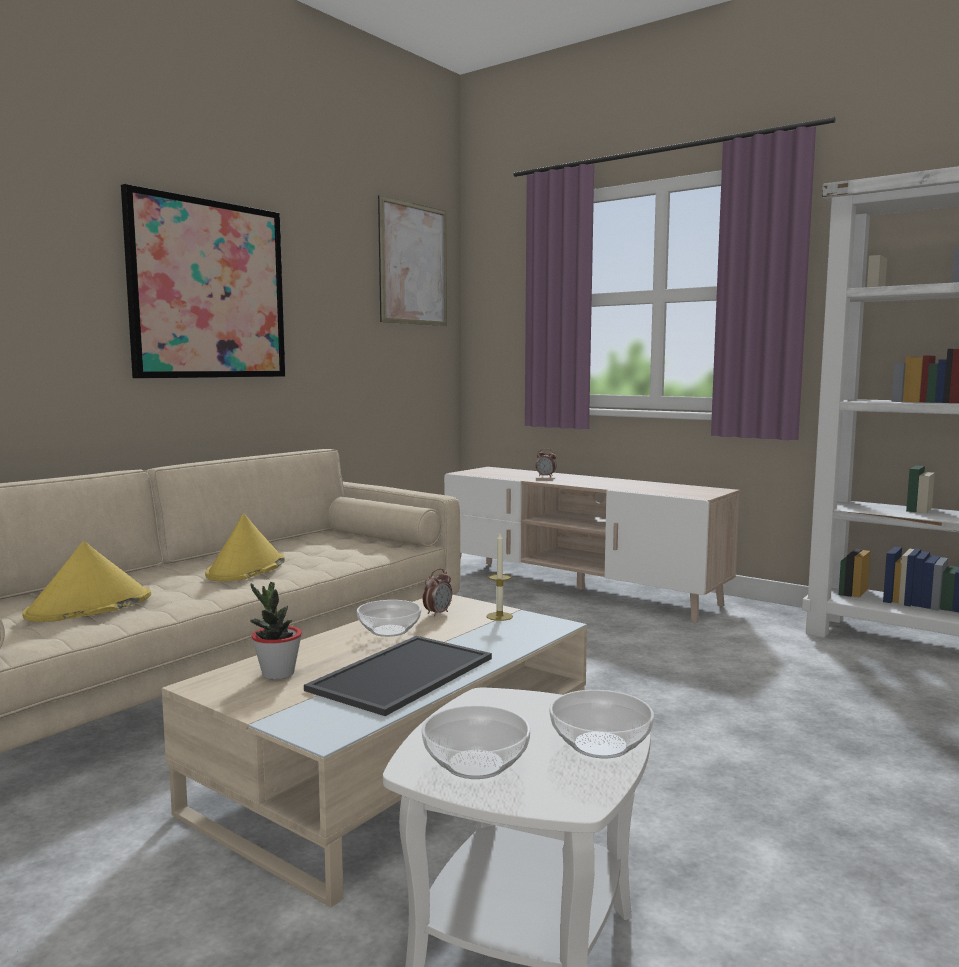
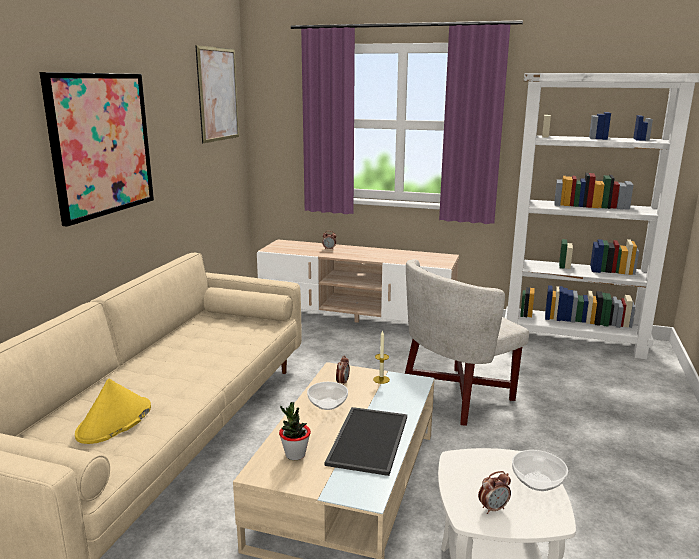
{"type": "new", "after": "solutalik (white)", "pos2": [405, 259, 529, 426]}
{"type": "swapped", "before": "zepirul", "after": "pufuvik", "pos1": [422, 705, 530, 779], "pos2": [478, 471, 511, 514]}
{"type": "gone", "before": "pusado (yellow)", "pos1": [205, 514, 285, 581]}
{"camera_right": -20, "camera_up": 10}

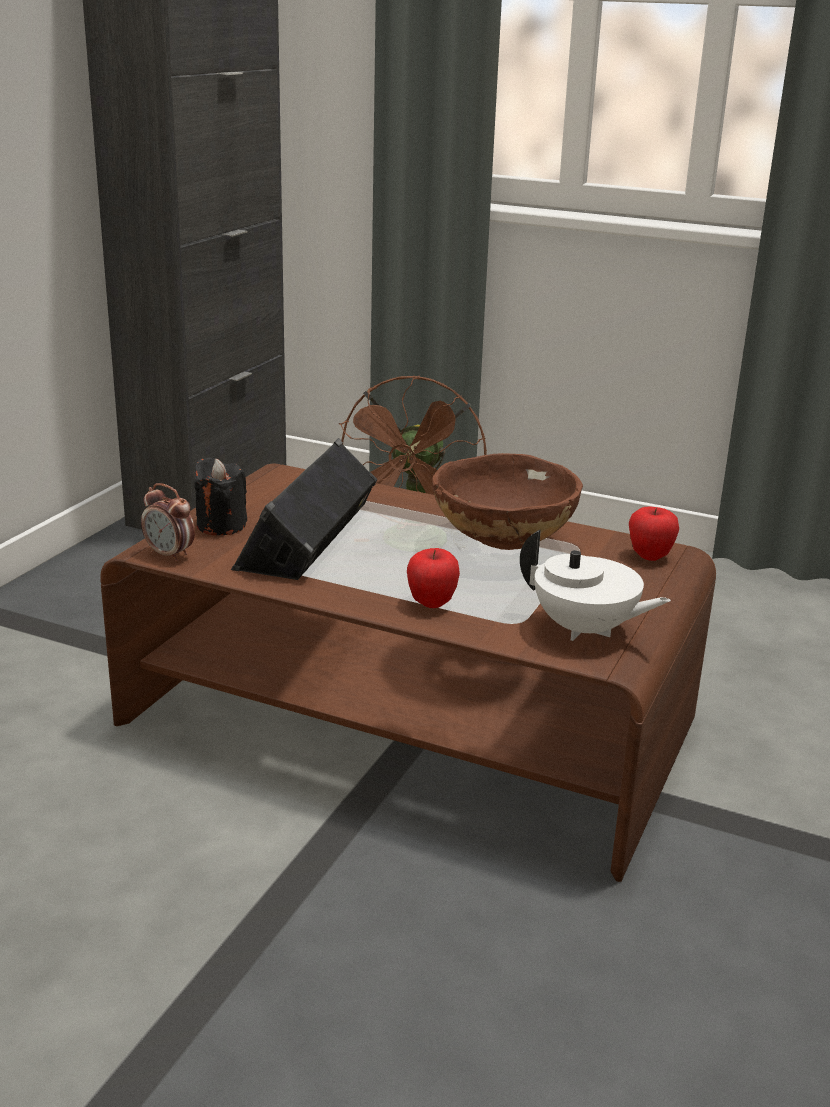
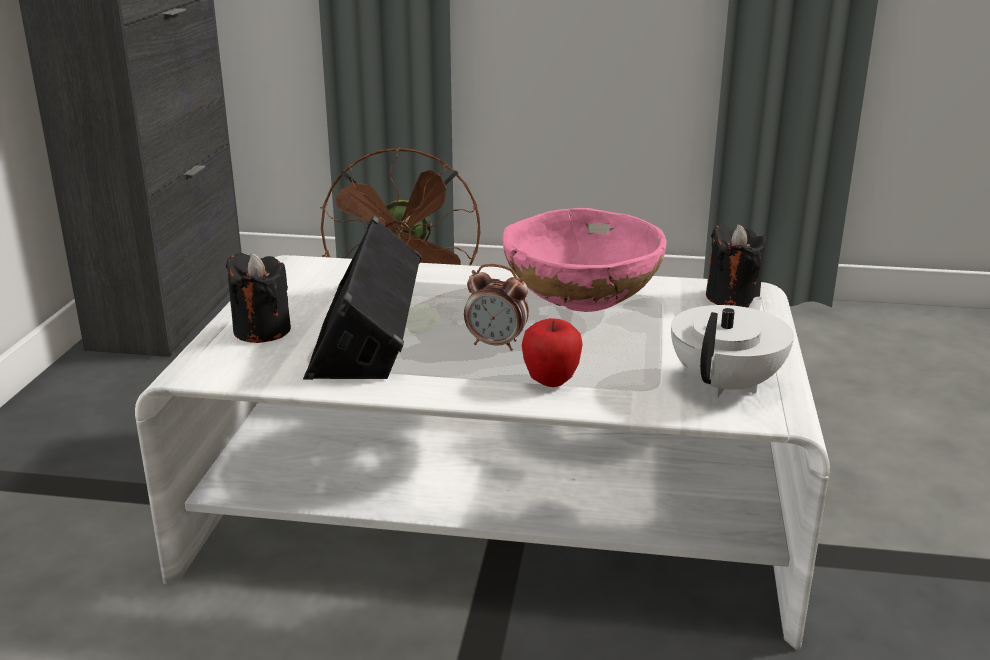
{"type": "repainted", "before": "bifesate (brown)", "after": "bifesate (white)", "pos1": [100, 464, 716, 882], "pos2": [135, 255, 830, 650]}
{"type": "shifted", "before": "pufuvik", "pos1": [141, 483, 195, 562], "pos2": [464, 264, 529, 351]}
{"type": "repainted", "before": "zepirul (brown)", "after": "zepirul (pink)", "pos1": [432, 453, 583, 550], "pos2": [502, 208, 667, 312]}
{"type": "rotated", "before": "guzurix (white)", "pos1": [520, 529, 671, 641], "pos2": [671, 297, 794, 397], "turn": -75}
{"type": "swapped", "before": "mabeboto", "after": "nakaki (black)", "pos1": [629, 507, 679, 561], "pos2": [706, 224, 766, 307]}
{"camera_right": -15, "camera_up": 0}

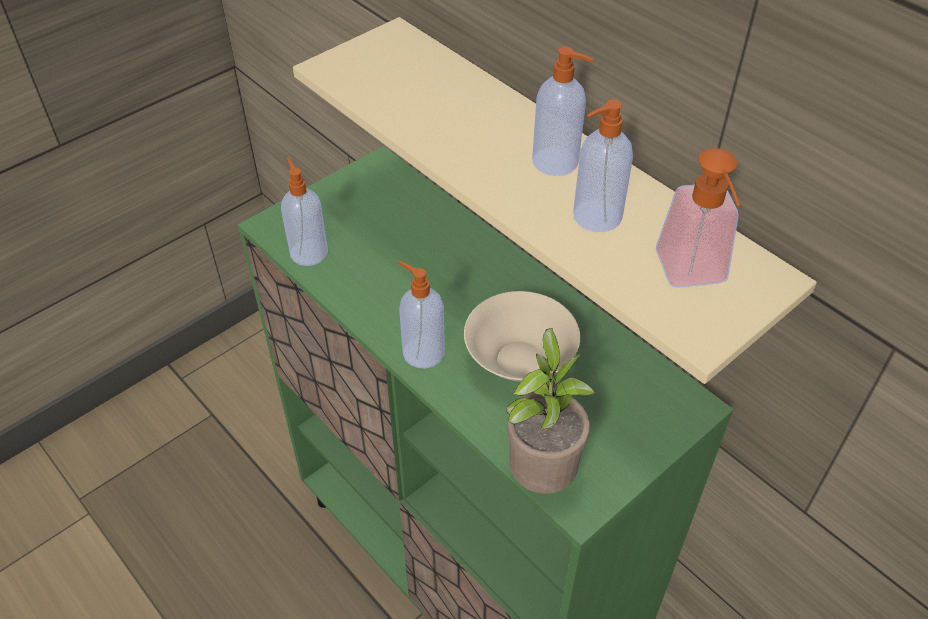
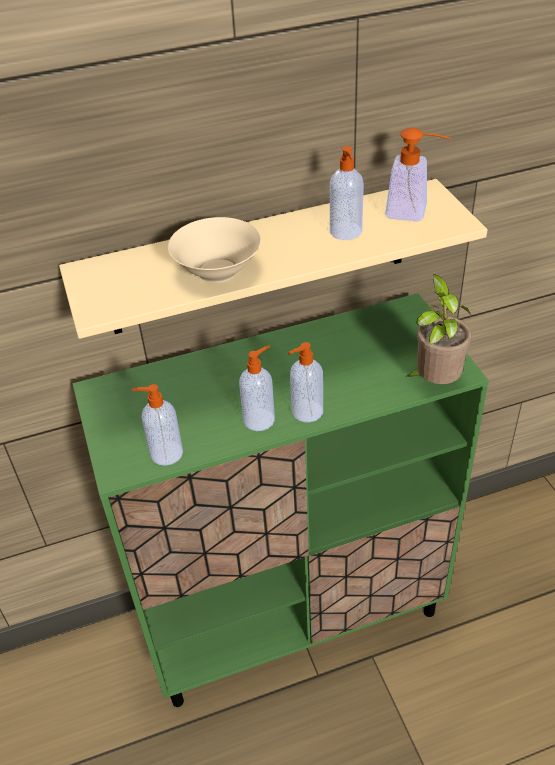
{"type": "shifted", "before": "zepirul (beige)", "pos1": [464, 291, 580, 382], "pos2": [168, 217, 261, 283]}
{"type": "shifted", "before": "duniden", "pos1": [532, 47, 594, 176], "pos2": [239, 345, 275, 431]}
{"camera_right": -65, "camera_up": -5}

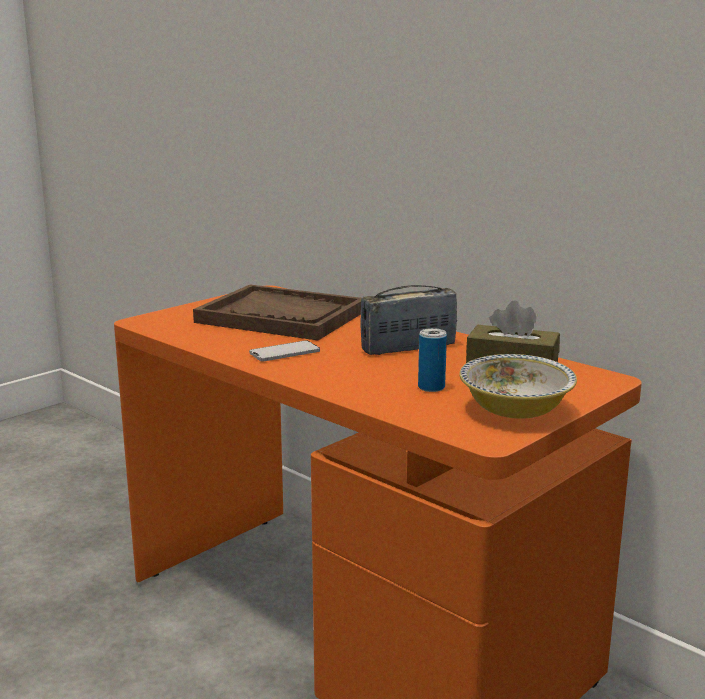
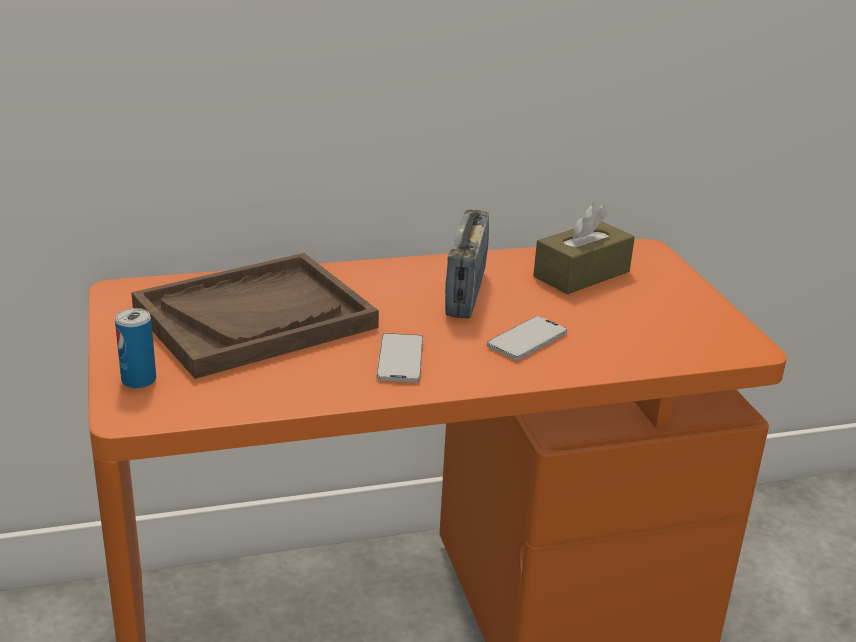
{"type": "shifted", "before": "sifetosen", "pos1": [418, 328, 447, 392], "pos2": [115, 308, 156, 389]}
{"type": "new", "after": "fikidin", "pos2": [487, 316, 567, 360]}
{"type": "gone", "before": "zepirul", "pos1": [459, 354, 577, 419]}
{"camera_right": -60, "camera_up": 10}

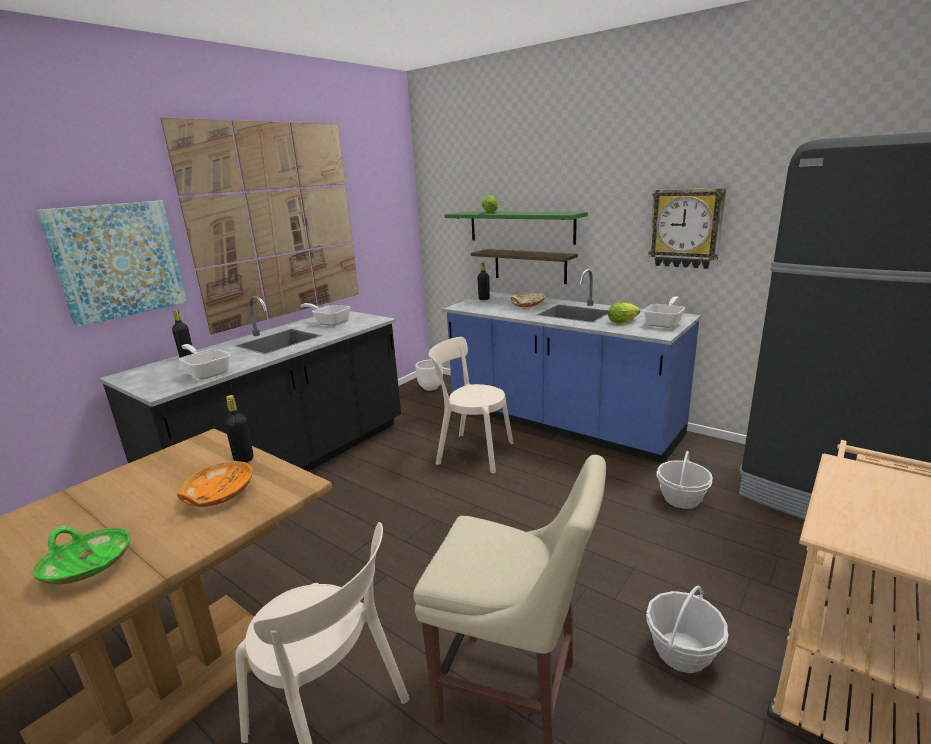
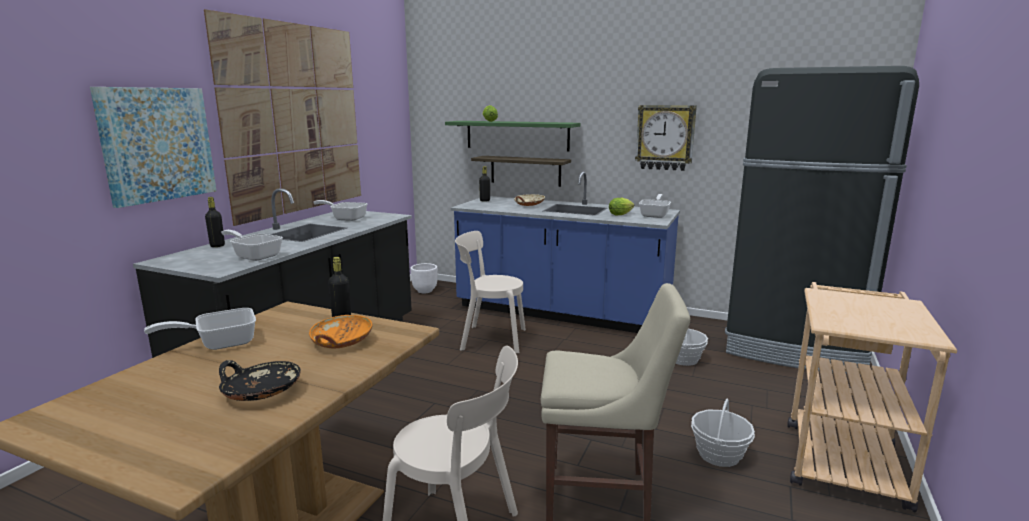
{"type": "new", "after": "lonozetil", "pos2": [144, 308, 256, 350]}
{"type": "repainted", "before": "zepirul (green)", "after": "zepirul (black)", "pos1": [32, 526, 130, 584], "pos2": [219, 360, 301, 401]}
{"camera_right": -15, "camera_up": -5}

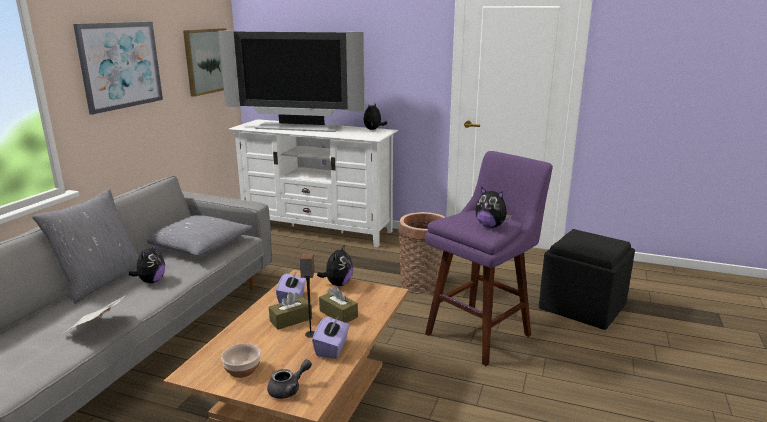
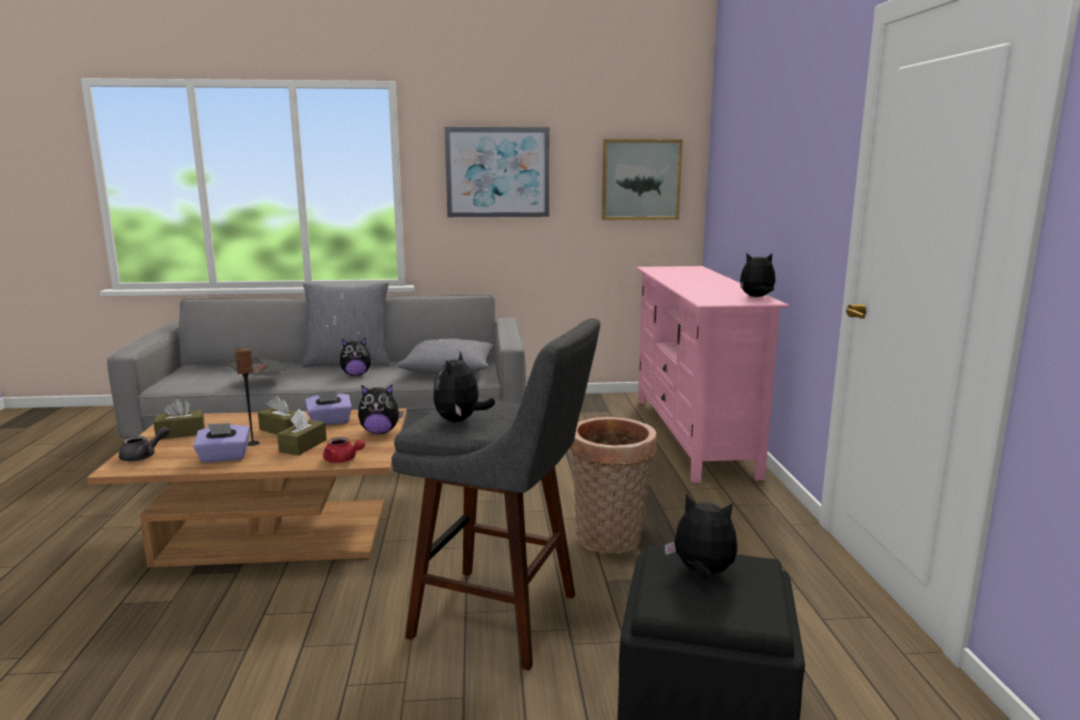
{"type": "rotated", "before": "guzurix (grey)", "pos1": [267, 359, 312, 399], "pos2": [119, 426, 170, 461], "turn": -75}
{"type": "swapped", "before": "zepirul", "after": "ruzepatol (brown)", "pos1": [221, 343, 261, 378], "pos2": [154, 399, 205, 440]}
{"type": "new", "after": "guzurix (red)", "pos2": [323, 437, 365, 463]}
{"type": "repainted", "before": "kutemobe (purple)", "after": "kutemobe (grey)", "pos1": [425, 151, 553, 366], "pos2": [392, 318, 600, 671]}
{"type": "repainted", "before": "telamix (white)", "after": "telamix (pink)", "pos1": [229, 119, 398, 247], "pos2": [636, 266, 789, 483]}
{"type": "new", "after": "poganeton", "pos2": [664, 493, 737, 579]}
{"type": "gone", "before": "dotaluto", "pos1": [218, 30, 365, 132]}
{"camera_right": 65, "camera_up": -5}

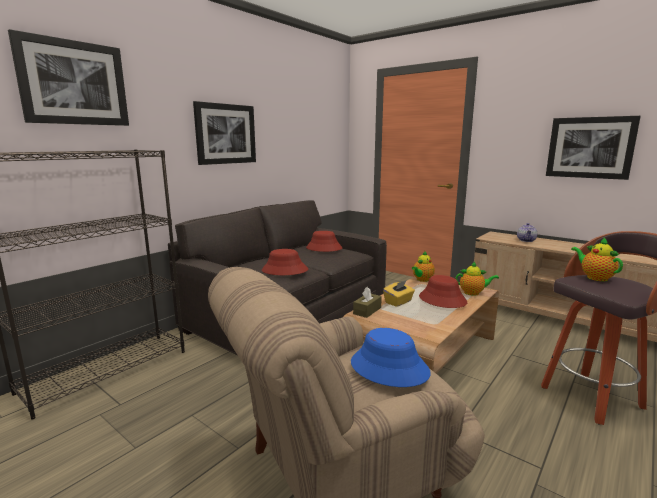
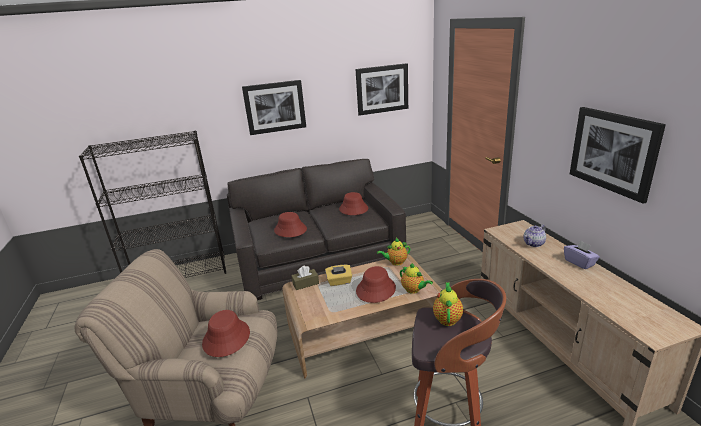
{"type": "repainted", "before": "pusado (blue)", "after": "pusado (red)", "pos1": [351, 328, 431, 387], "pos2": [202, 310, 250, 357]}
{"type": "shifted", "before": "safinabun", "pos1": [8, 29, 129, 126], "pos2": [355, 63, 408, 116]}
{"type": "new", "after": "ruzepatol (purple)", "pos2": [564, 240, 600, 269]}
{"camera_right": 35, "camera_up": 10}

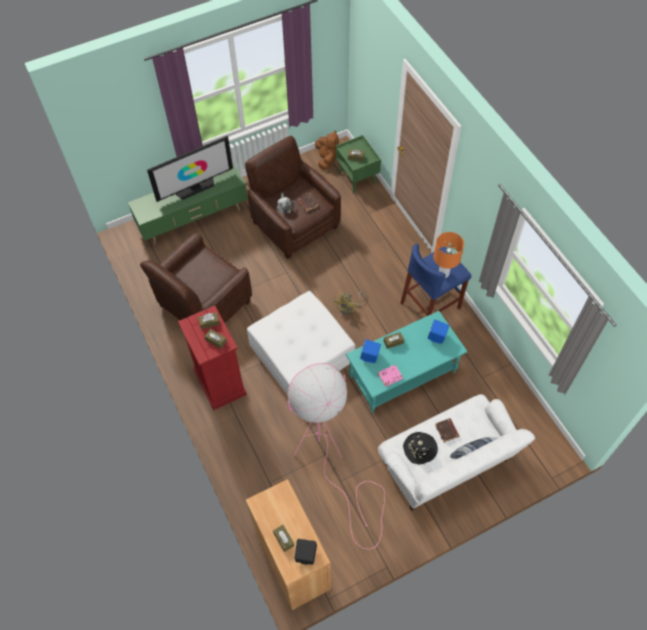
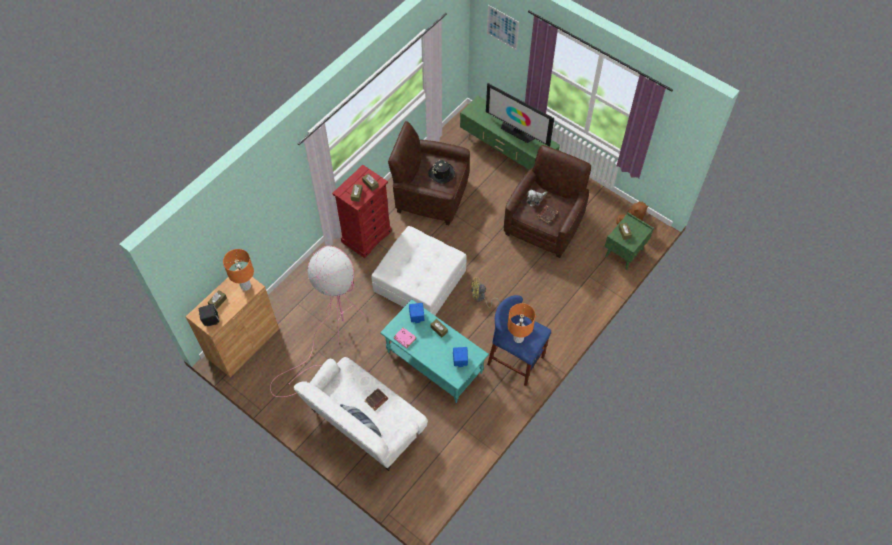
{"type": "new", "after": "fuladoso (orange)", "pos2": [223, 249, 254, 291]}
{"type": "shifted", "before": "pusado (black)", "pos1": [403, 432, 438, 464], "pos2": [428, 160, 455, 184]}
{"type": "new", "after": "safinabun", "pos2": [487, 5, 519, 50]}
{"camera_right": 65, "camera_up": 0}

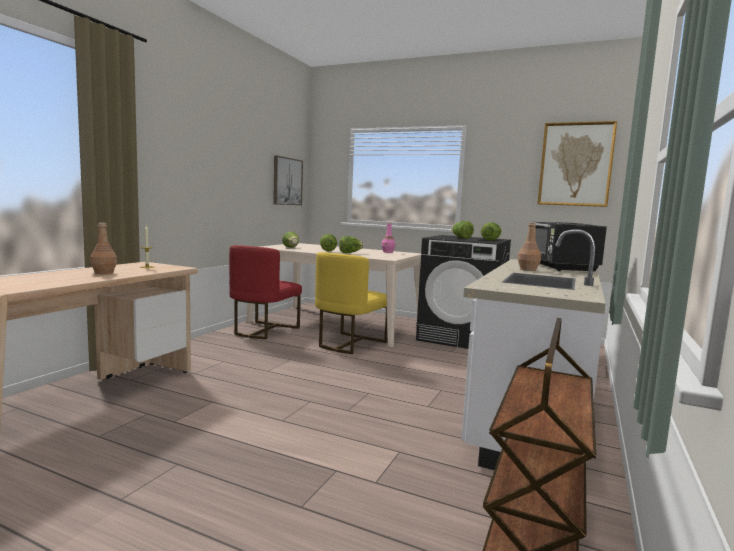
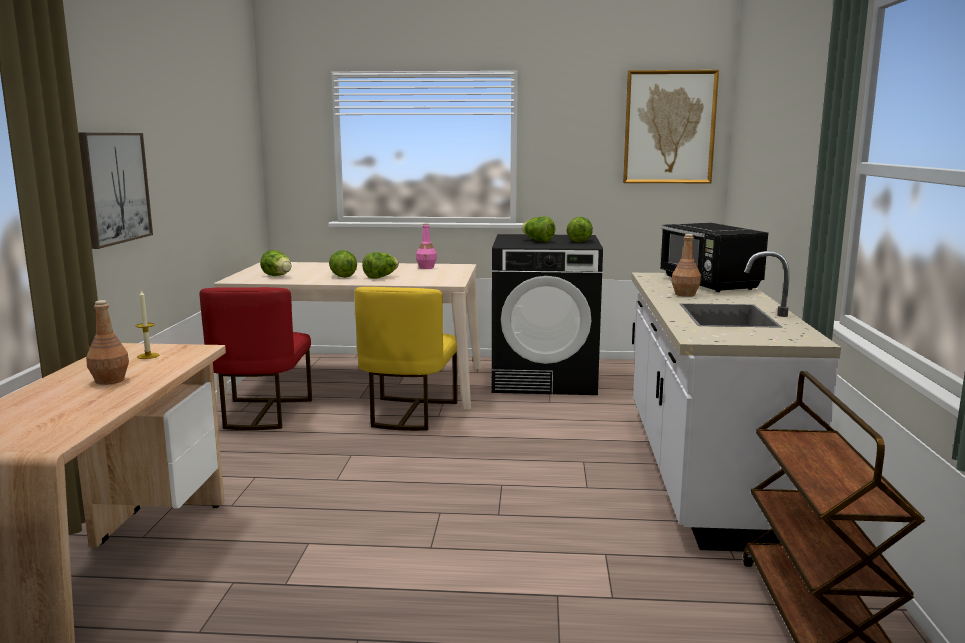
{"type": "shifted", "before": "safinabun", "pos1": [273, 156, 303, 205], "pos2": [78, 133, 153, 249]}
{"camera_right": -20, "camera_up": 5}

